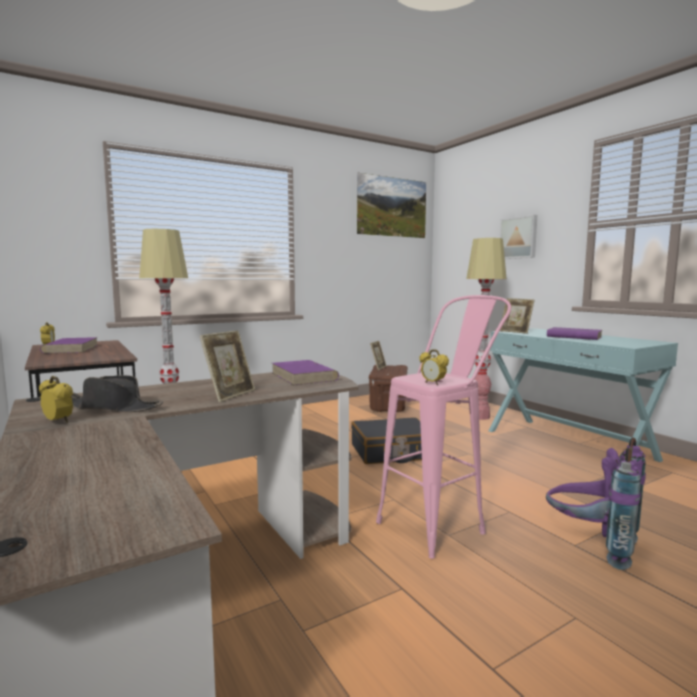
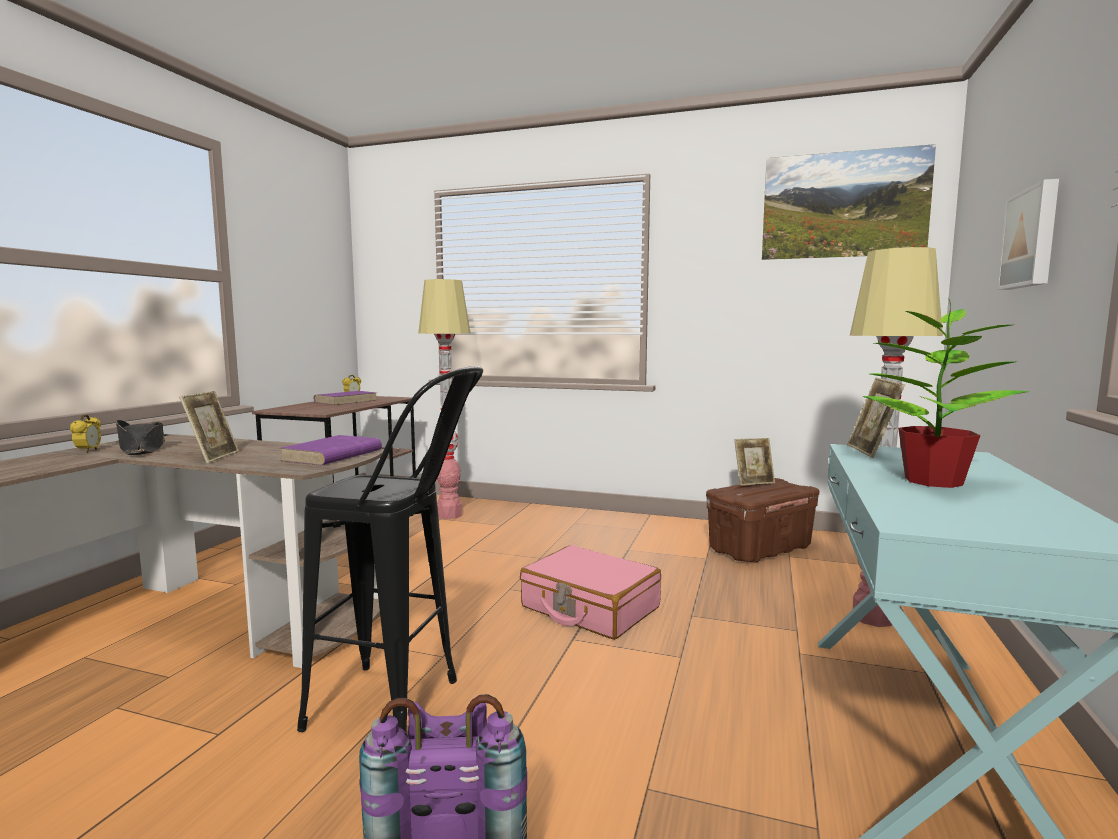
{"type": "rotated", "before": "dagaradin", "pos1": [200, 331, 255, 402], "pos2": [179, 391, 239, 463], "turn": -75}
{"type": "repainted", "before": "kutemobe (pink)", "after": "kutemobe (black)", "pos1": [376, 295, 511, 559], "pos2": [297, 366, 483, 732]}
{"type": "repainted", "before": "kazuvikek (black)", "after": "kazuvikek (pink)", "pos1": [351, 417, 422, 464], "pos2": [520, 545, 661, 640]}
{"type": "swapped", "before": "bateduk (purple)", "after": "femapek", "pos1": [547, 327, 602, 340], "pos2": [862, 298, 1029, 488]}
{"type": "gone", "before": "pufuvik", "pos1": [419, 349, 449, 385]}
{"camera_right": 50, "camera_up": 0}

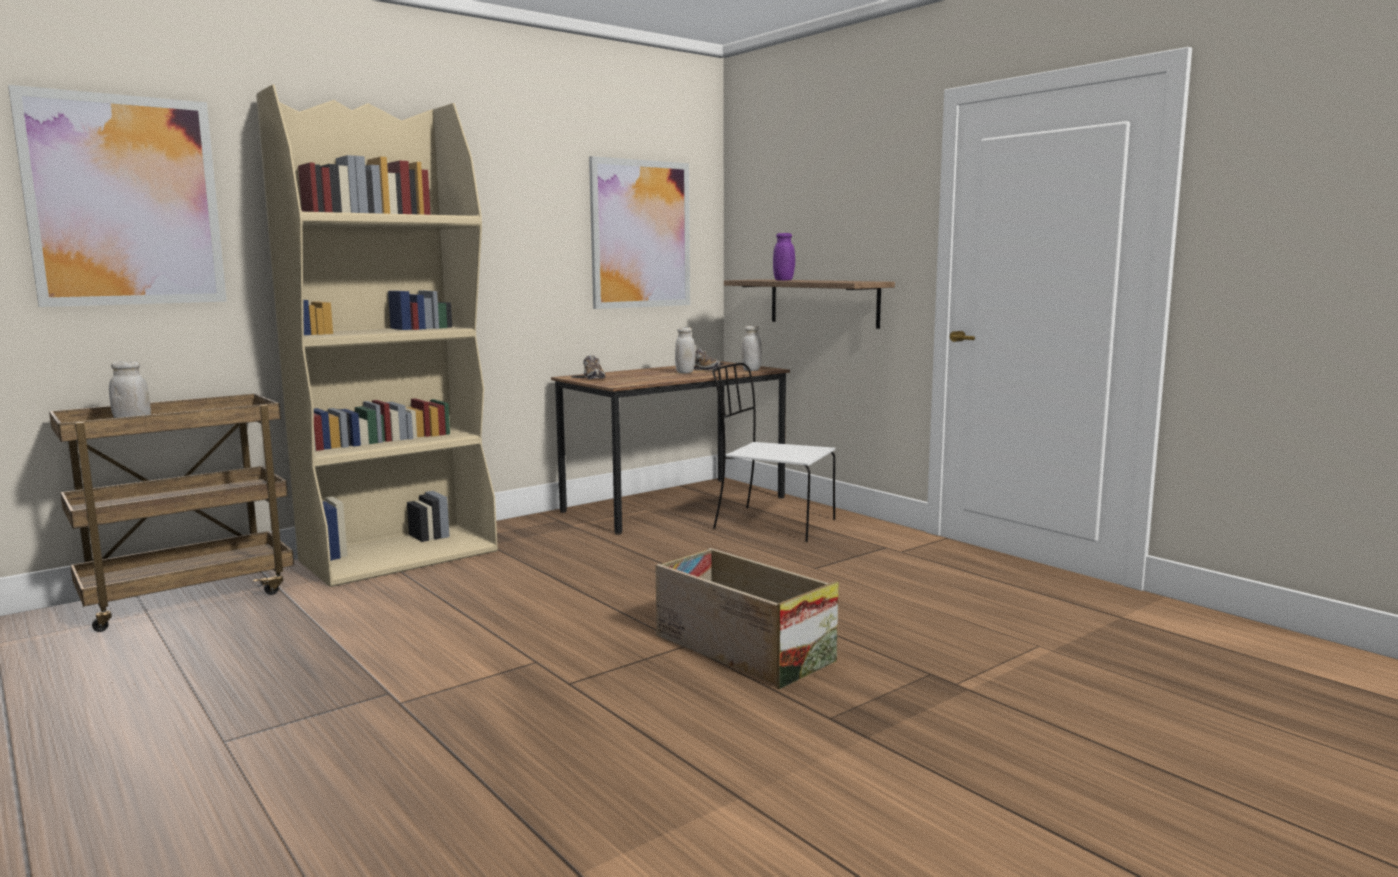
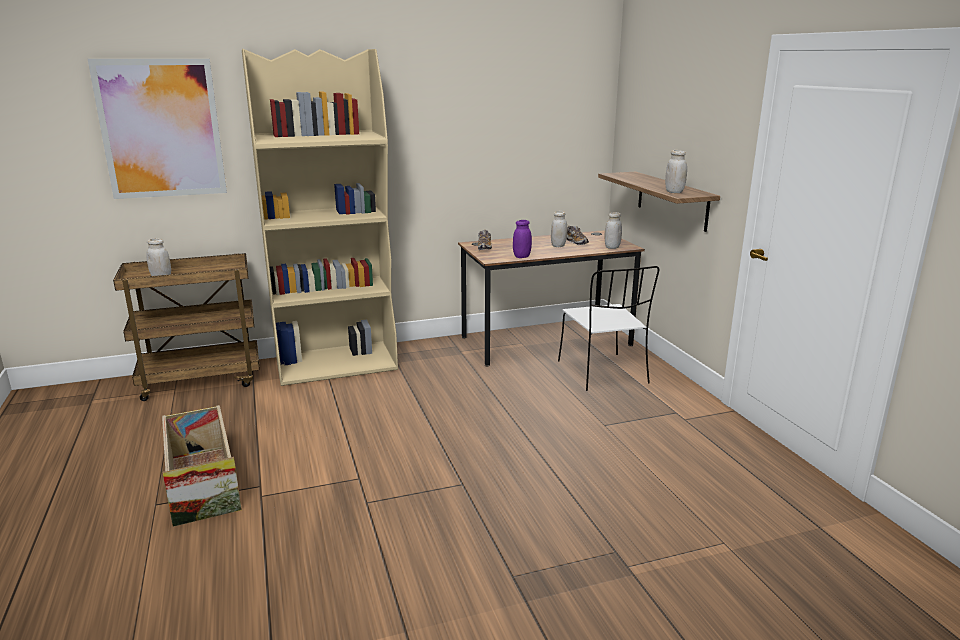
{"type": "shifted", "before": "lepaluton", "pos1": [656, 548, 839, 689], "pos2": [162, 405, 242, 527]}
{"type": "shifted", "before": "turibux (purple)", "pos1": [773, 233, 795, 281], "pos2": [513, 220, 532, 258]}
{"type": "rotated", "before": "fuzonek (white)", "pos1": [712, 363, 835, 542], "pos2": [558, 266, 659, 391], "turn": -150}
{"type": "new", "after": "turibux (white)", "pos2": [665, 150, 687, 193]}
{"type": "gone", "before": "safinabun", "pos1": [589, 156, 690, 309]}
{"camera_right": 20, "camera_up": 10}

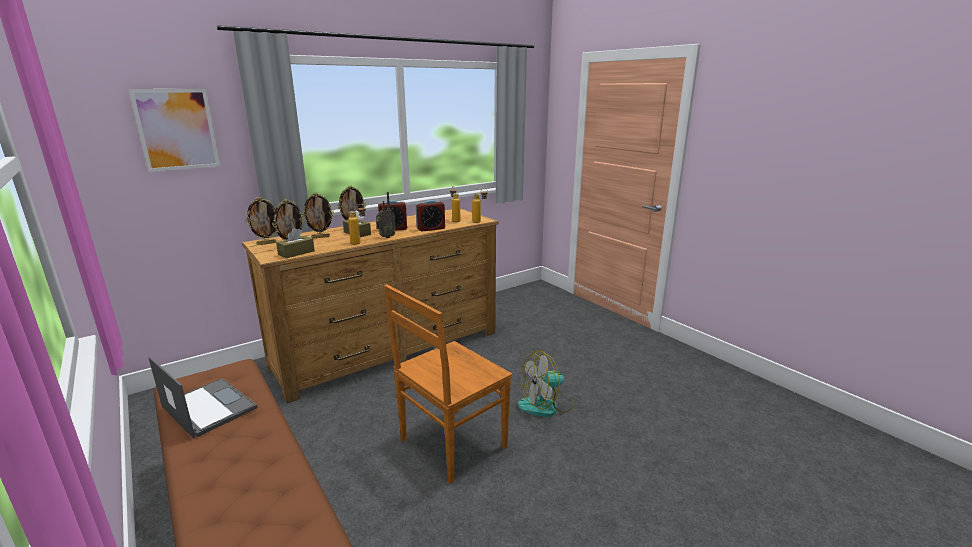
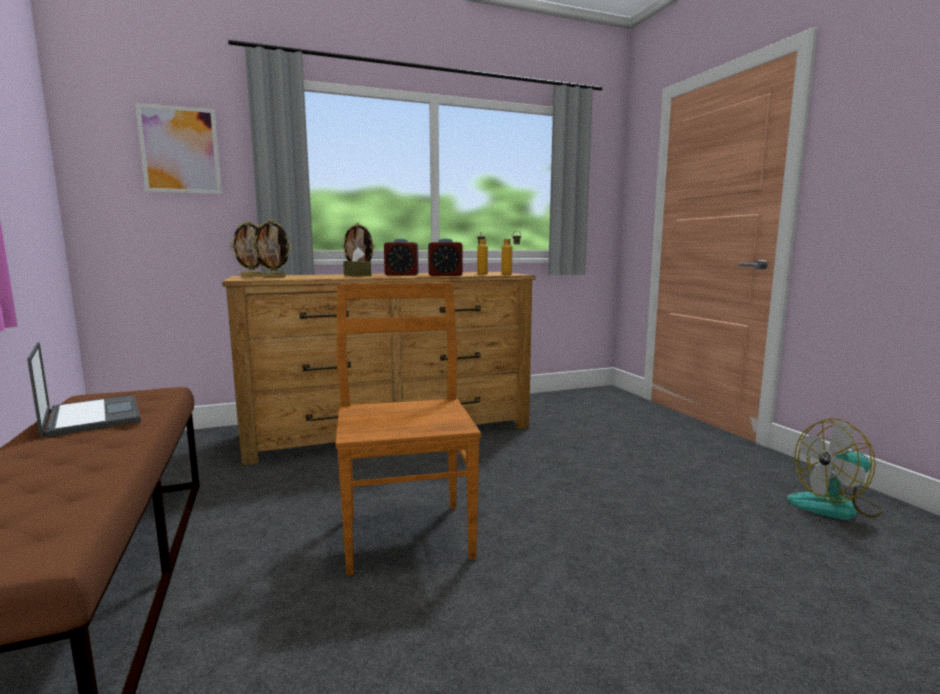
{"type": "rotated", "before": "fuzonek (brown)", "pos1": [384, 284, 512, 484], "pos2": [336, 282, 481, 576], "turn": 105}
{"type": "shifted", "before": "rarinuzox", "pos1": [518, 351, 575, 417], "pos2": [787, 418, 882, 520]}
{"type": "gone", "before": "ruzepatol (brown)", "pos1": [276, 228, 315, 258]}
{"type": "gone", "before": "dagaradin", "pos1": [302, 192, 334, 238]}
{"type": "gone", "before": "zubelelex", "pos1": [348, 204, 366, 245]}
{"type": "gone", "before": "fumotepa", "pos1": [376, 192, 396, 238]}
{"camera_right": 15, "camera_up": -10}

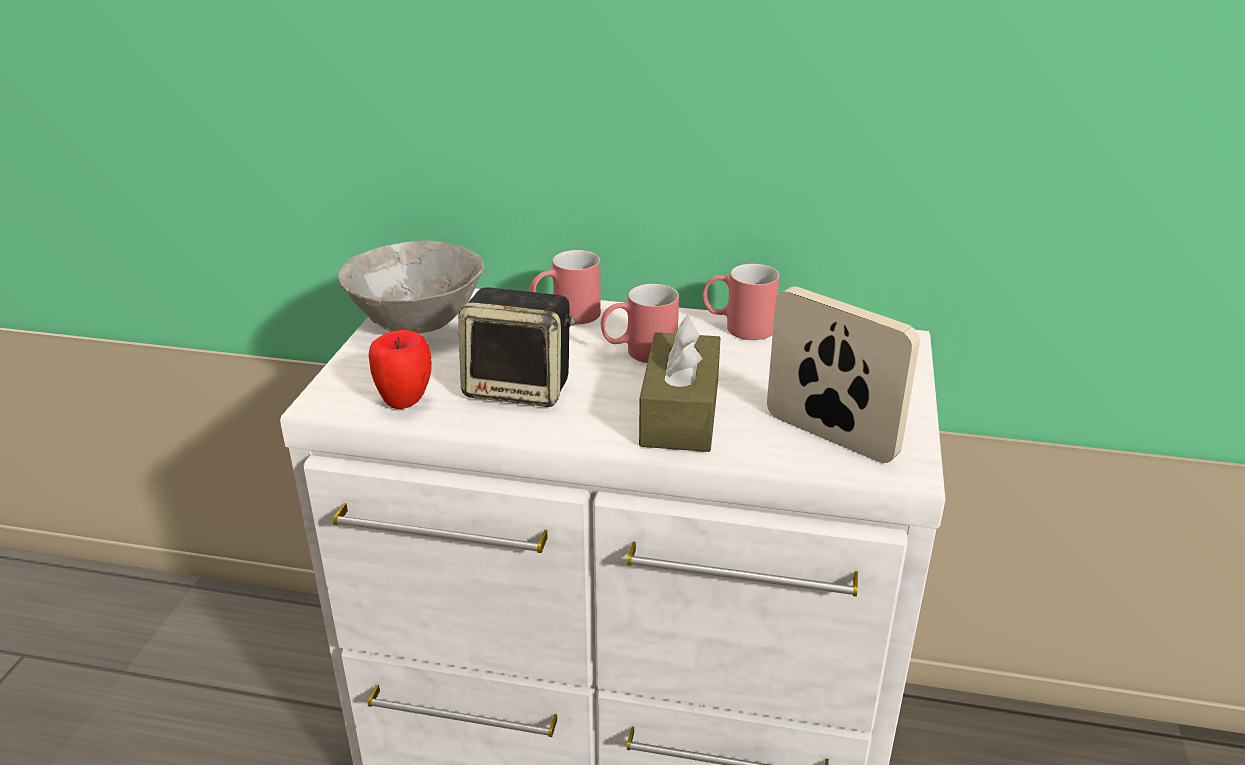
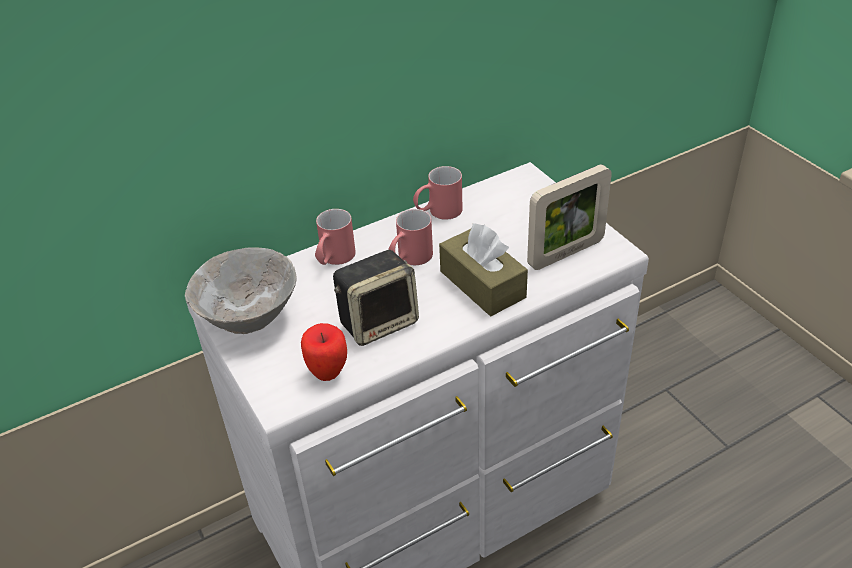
{"type": "rotated", "before": "dagaradin", "pos1": [767, 286, 920, 463], "pos2": [527, 164, 612, 270], "turn": 150}
{"camera_right": -40, "camera_up": 10}

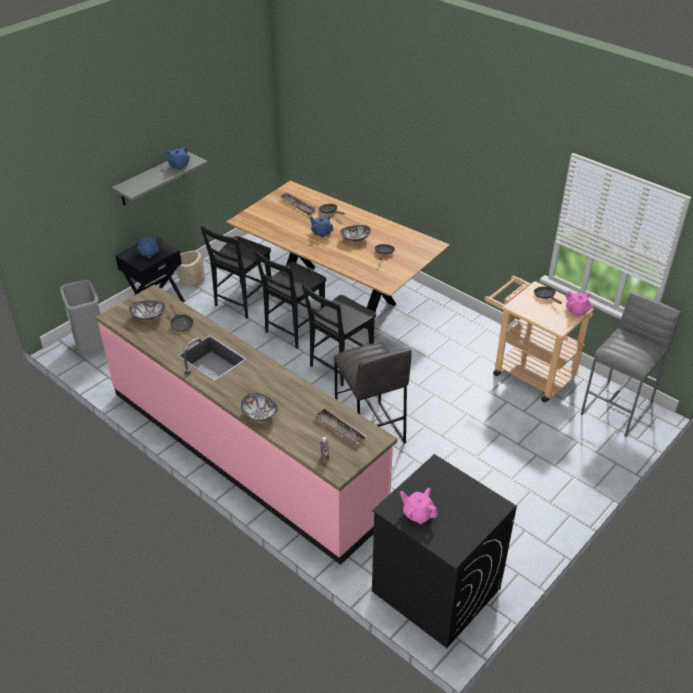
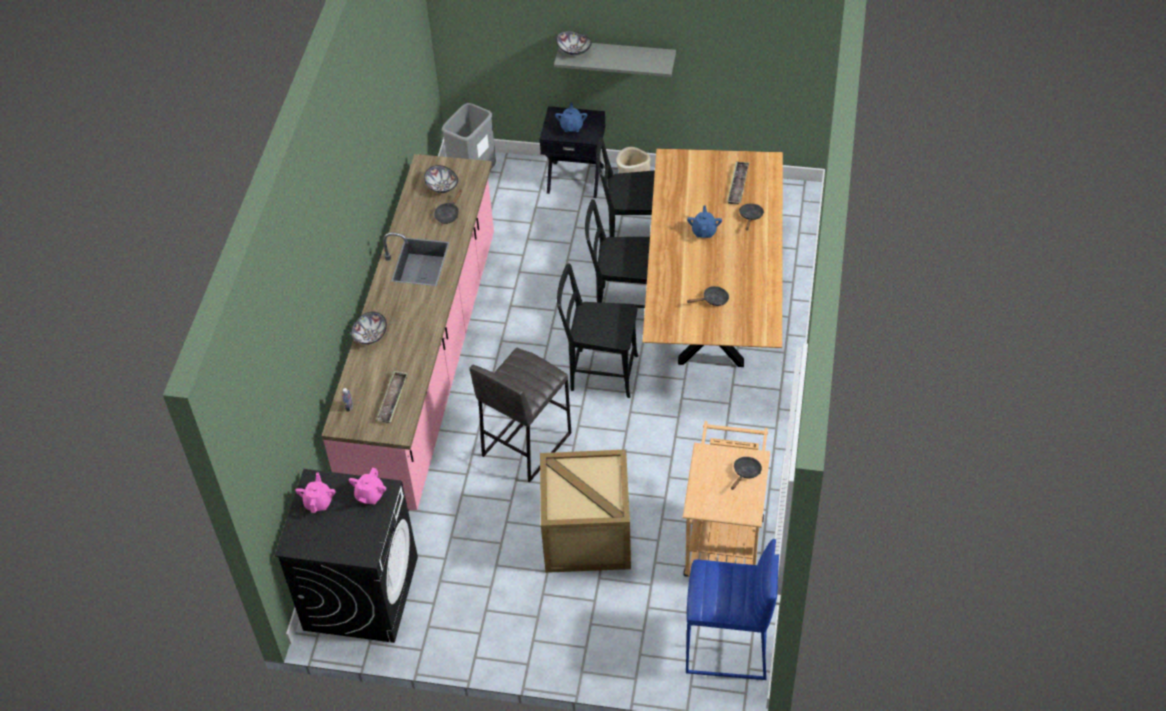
{"type": "shifted", "before": "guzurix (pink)", "pos1": [565, 291, 594, 317], "pos2": [349, 468, 386, 504]}
{"type": "new", "after": "lepaluton", "pos2": [540, 450, 631, 573]}
{"type": "shifted", "before": "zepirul", "pos1": [340, 225, 371, 242], "pos2": [556, 31, 592, 56]}
{"type": "repainted", "before": "kutemobe (grey)", "after": "kutemobe (blue)", "pos1": [580, 292, 681, 437], "pos2": [686, 539, 779, 680]}
{"type": "gone", "before": "guzurix (blue)", "pos1": [166, 147, 190, 170]}
{"camera_right": 60, "camera_up": 10}

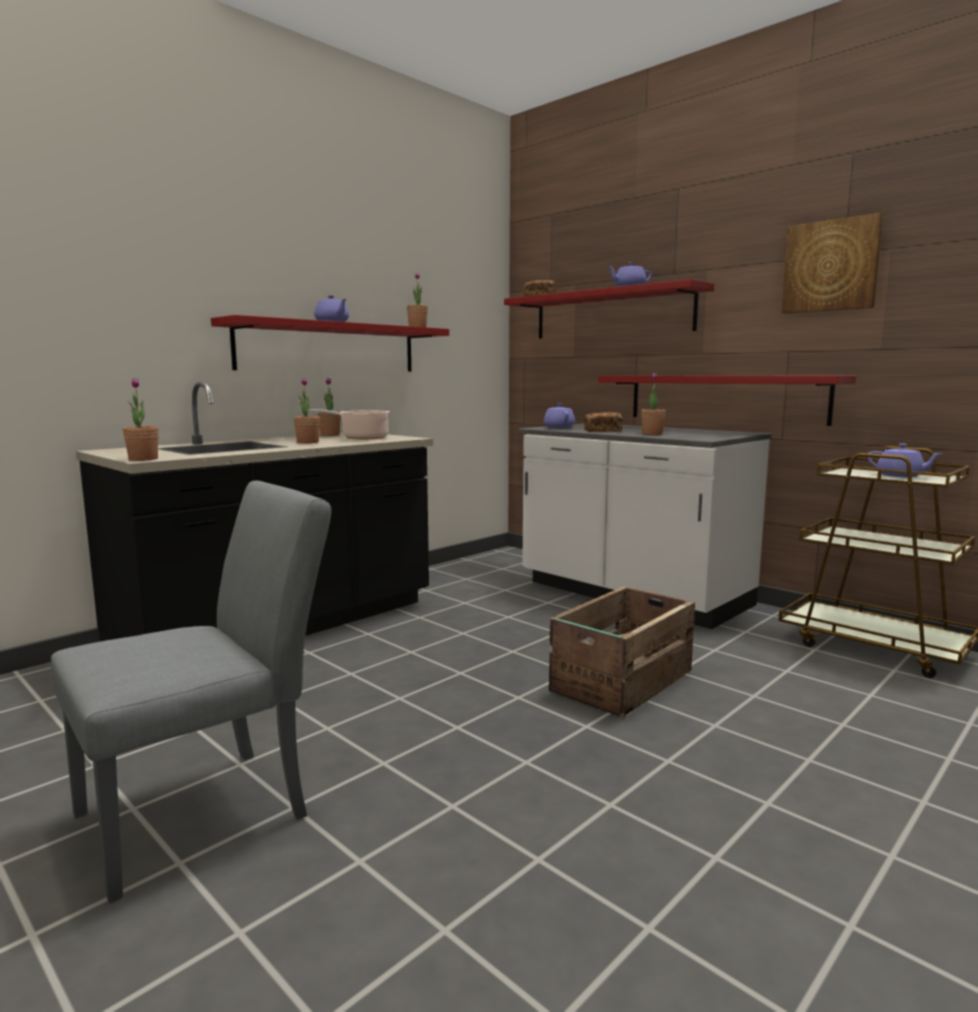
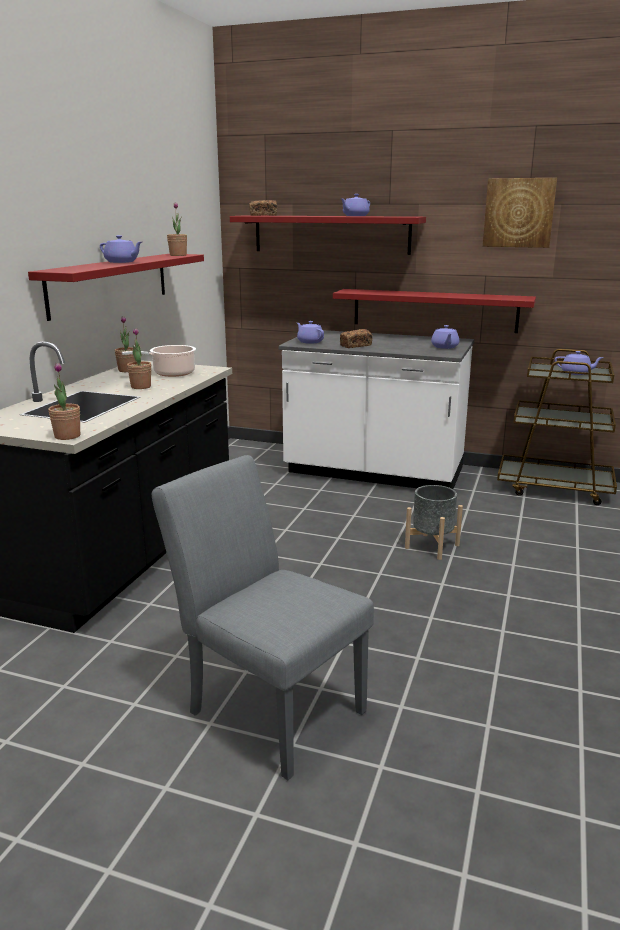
{"type": "rotated", "before": "fuzonek (grey)", "pos1": [51, 481, 332, 904], "pos2": [152, 455, 374, 781], "turn": -75}
{"type": "swapped", "before": "lepaluton", "after": "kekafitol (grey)", "pos1": [549, 586, 695, 718], "pos2": [405, 485, 463, 560]}
{"type": "new", "after": "guzurix (purple)", "pos2": [431, 325, 459, 349]}
{"type": "gone", "before": "femapek", "pos1": [641, 373, 666, 435]}
{"camera_right": -25, "camera_up": 10}

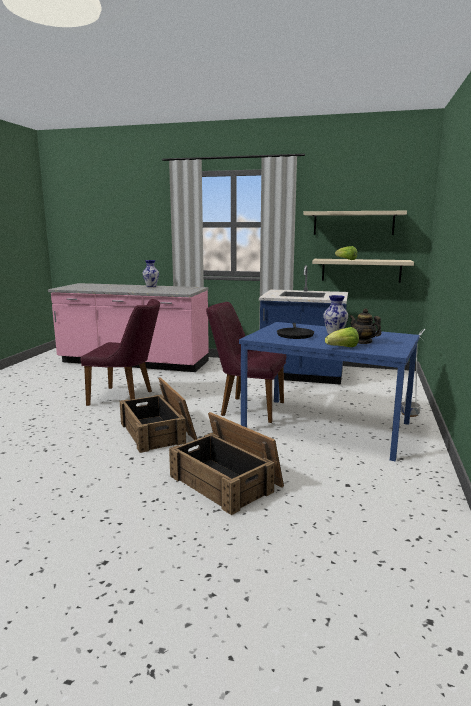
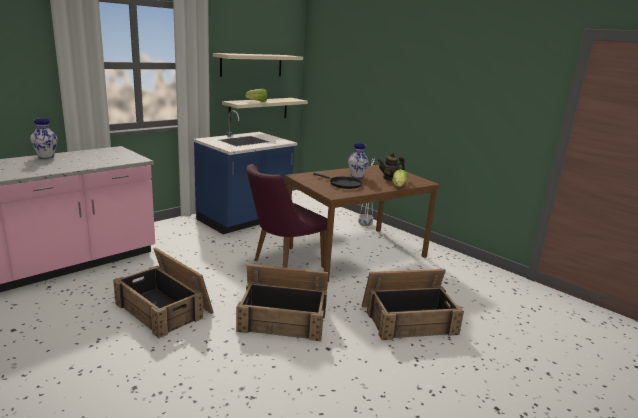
{"type": "swapped", "before": "fuzonek (purple)", "after": "lepaluton", "pos1": [80, 299, 160, 406], "pos2": [113, 247, 214, 338]}
{"type": "repainted", "before": "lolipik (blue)", "after": "lolipik (brown)", "pos1": [239, 322, 420, 461], "pos2": [283, 165, 440, 282]}
{"camera_right": -60, "camera_up": 5}

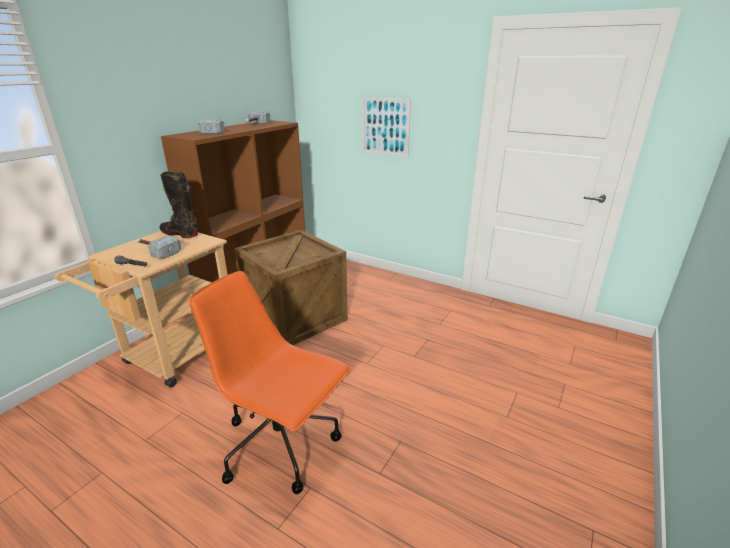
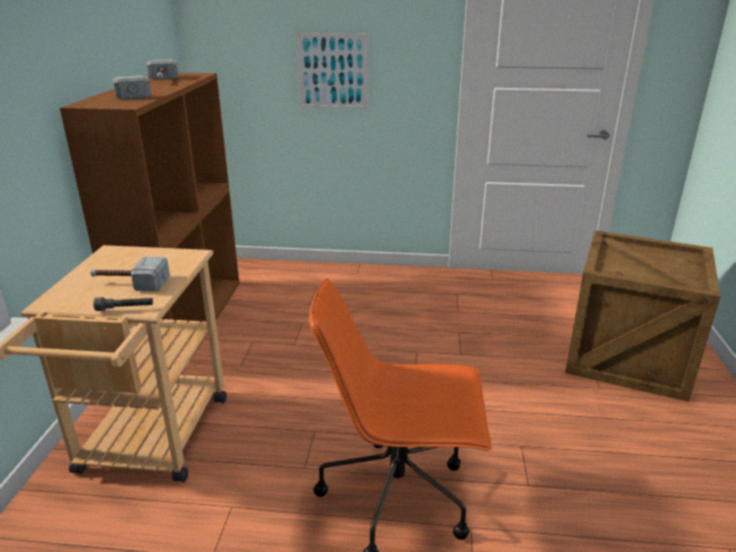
{"type": "shifted", "before": "lepaluton", "pos1": [234, 230, 348, 345], "pos2": [565, 230, 721, 402]}
{"type": "gone", "before": "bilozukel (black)", "pos1": [160, 171, 198, 238]}
{"camera_right": -25, "camera_up": 0}

